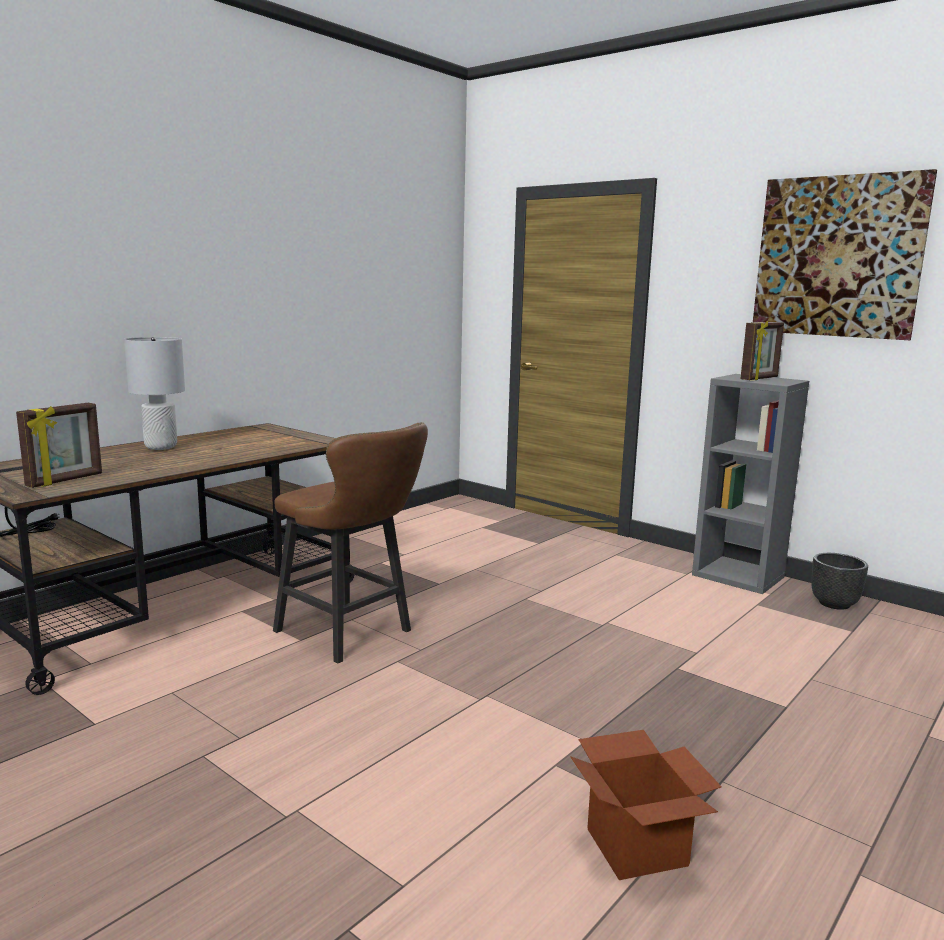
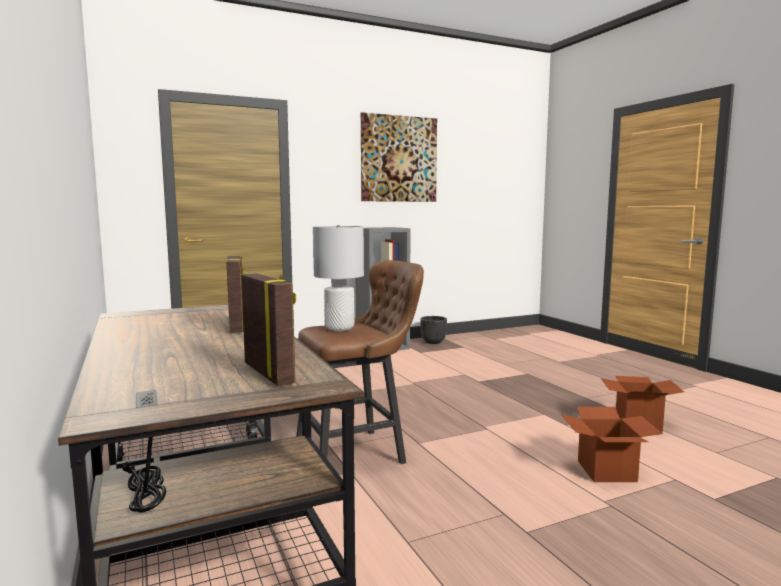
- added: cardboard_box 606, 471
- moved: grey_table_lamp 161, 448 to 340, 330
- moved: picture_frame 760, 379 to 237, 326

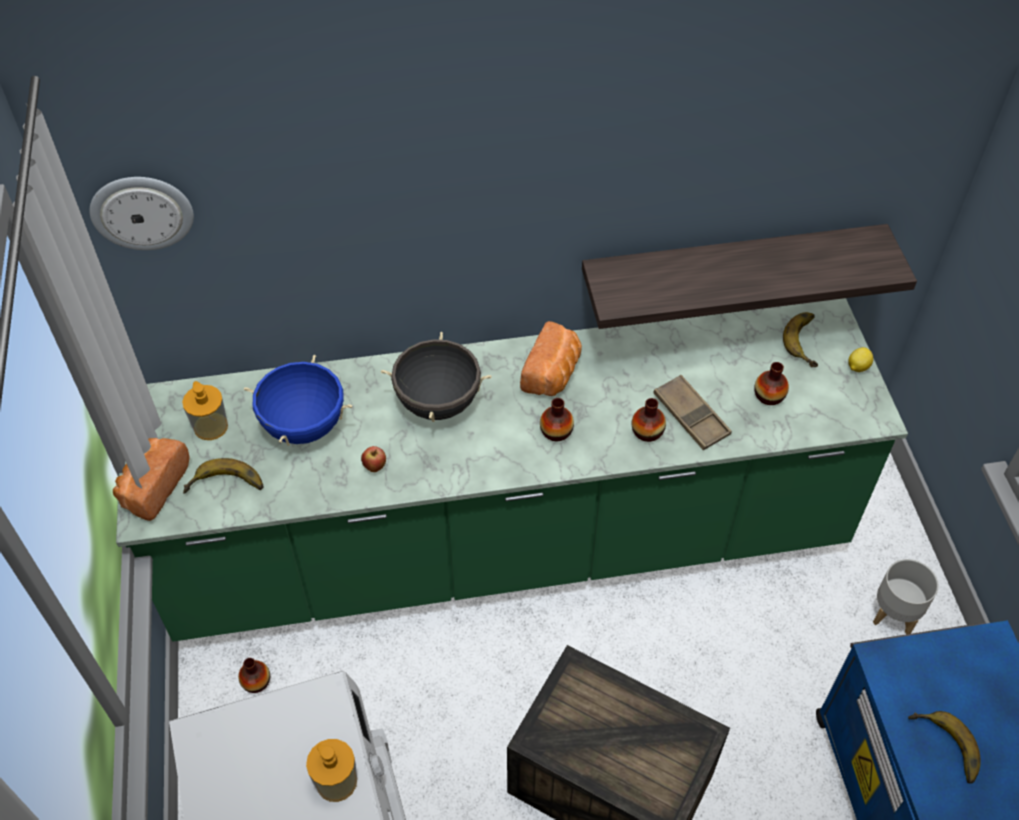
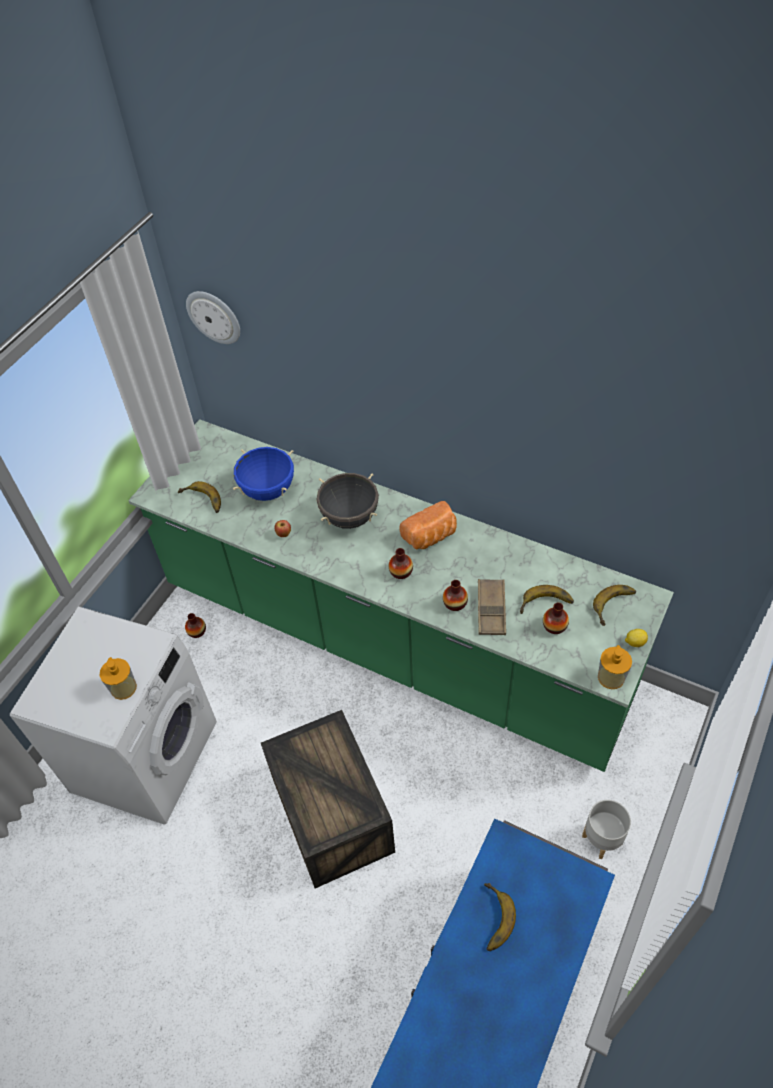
- removed: bread 152, 487
- removed: shelf 731, 265
- added: banana 546, 605
- moved: soap_dispenser 211, 426 to 611, 677

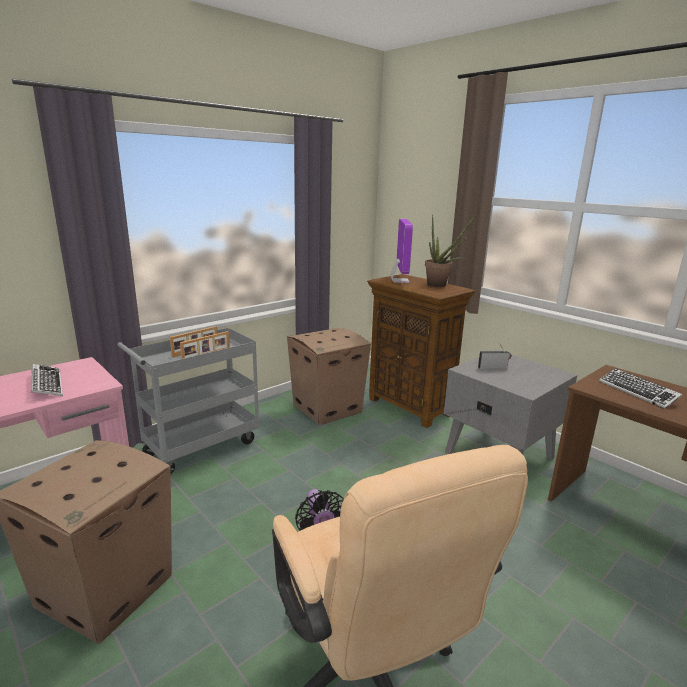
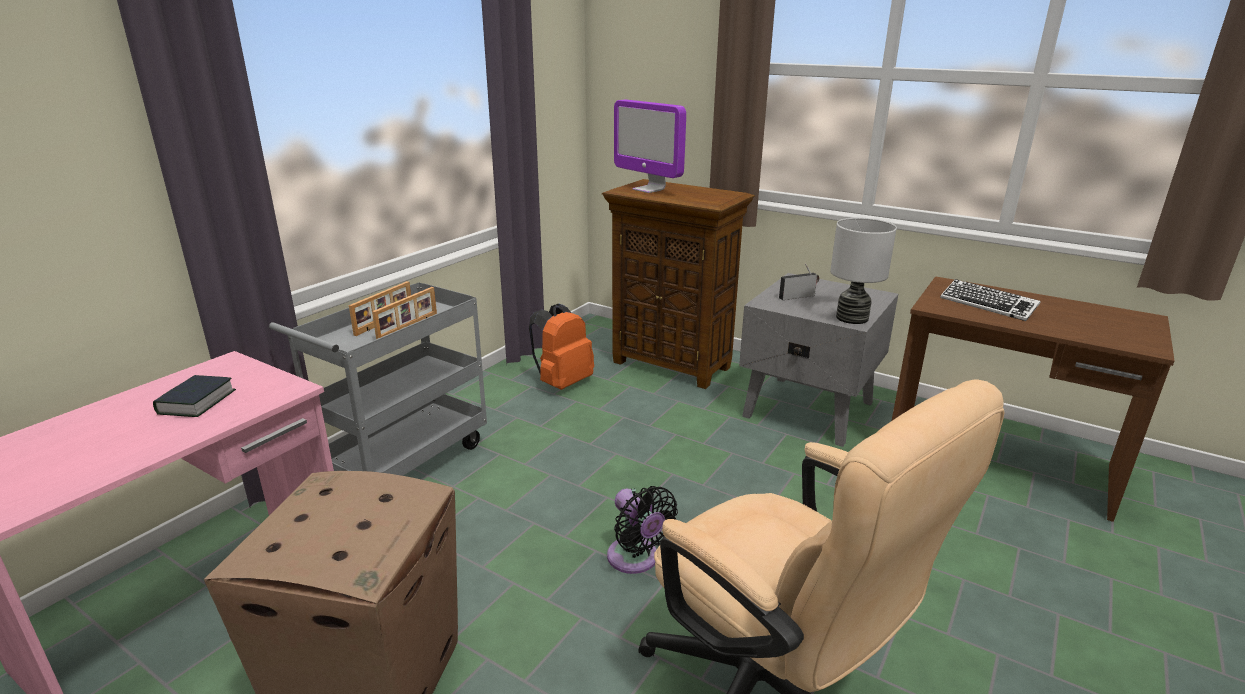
- removed: potted_plant 440, 285
- added: grey_table_lamp 851, 318
- replaced: keyboard 47, 384 to book 196, 402
- replaced: cardboard_box 328, 408 to orange_backpack 562, 383
- turned: monitor 399, 281 = 648, 189 150 degrees clockwise

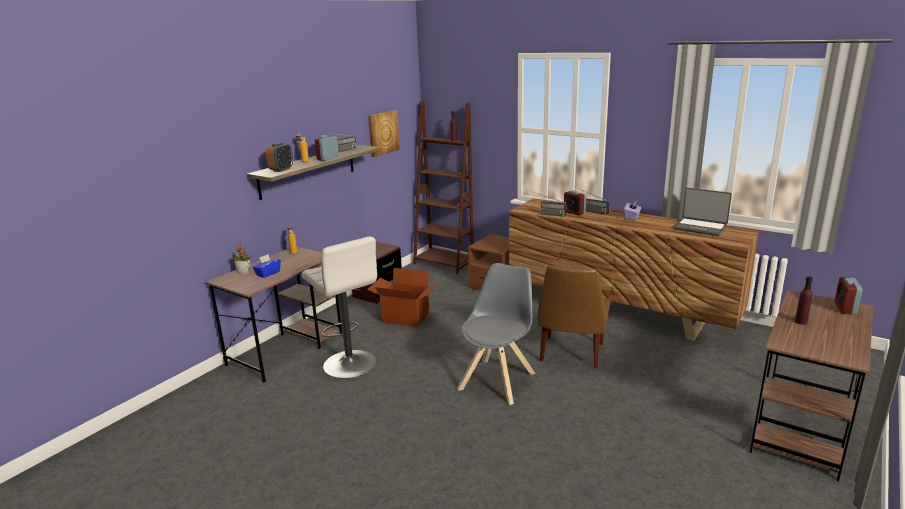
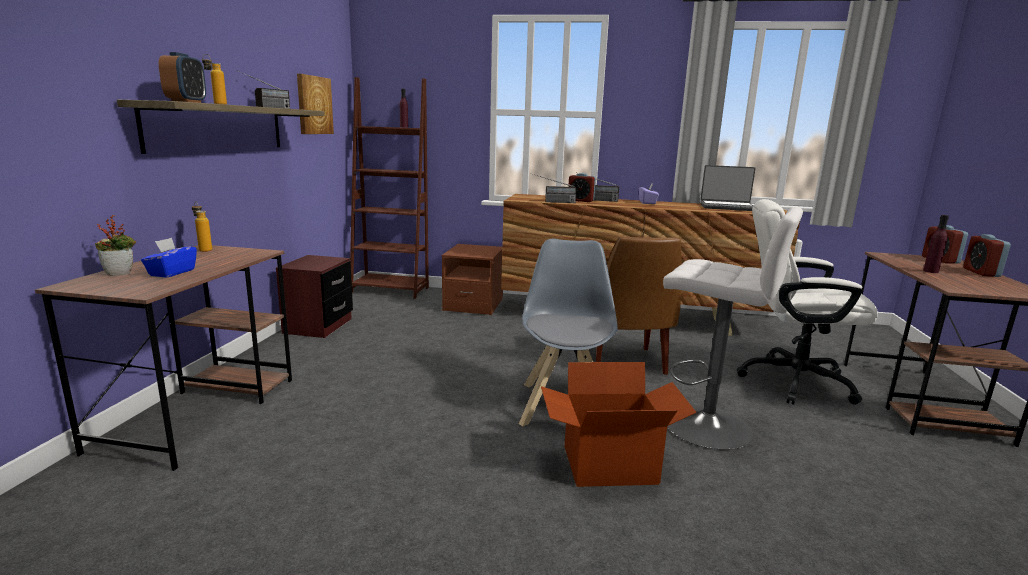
- added: white_office_chair 789, 382
- moved: white_stool 349, 364 to 708, 427
- moved: alarm_clock 328, 159 to 981, 272
- moved: cardboard_box 405, 318 to 610, 466

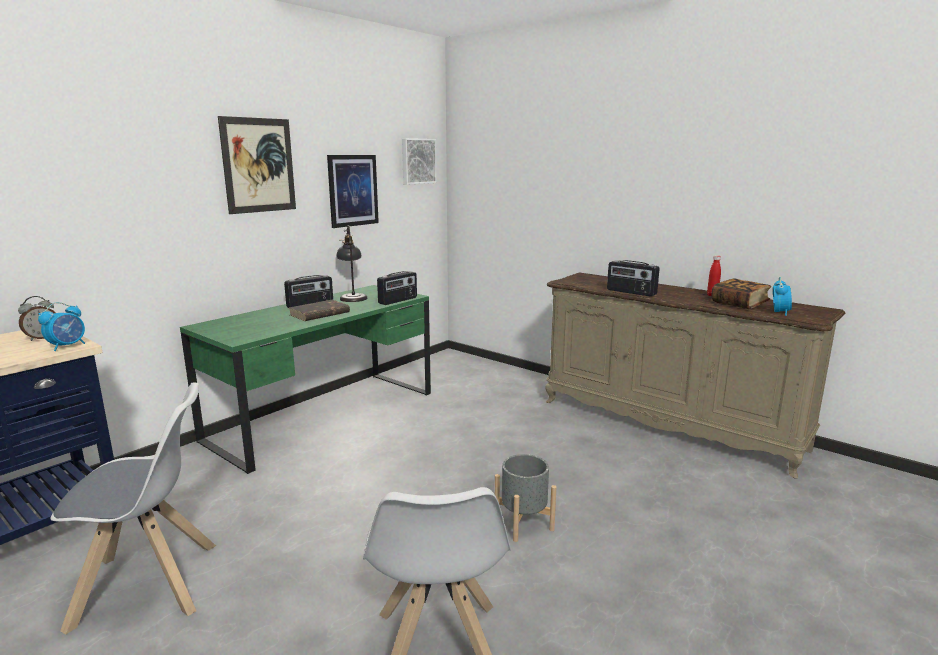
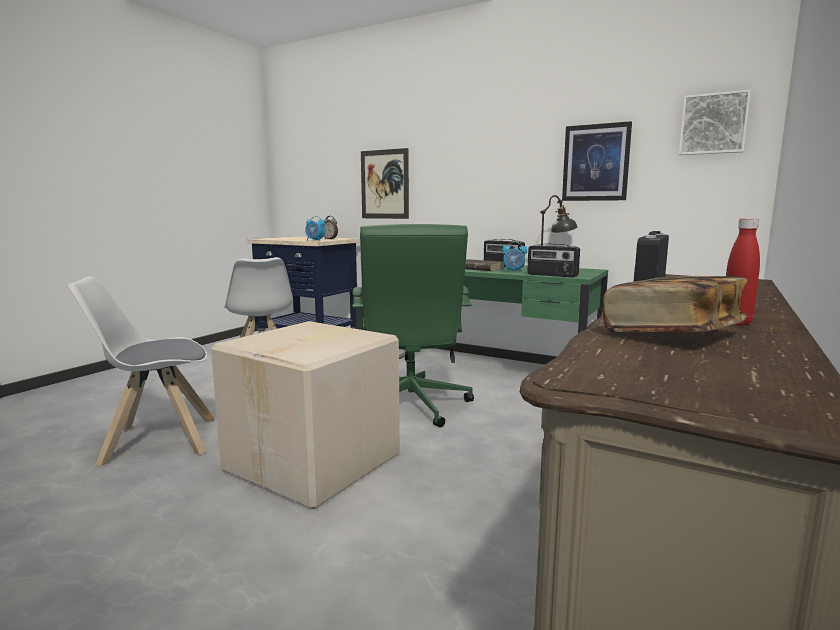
- added: green_office_chair 411, 404
- moved: picture 259, 165 to 384, 184
- moved: alarm_clock 779, 312 to 513, 271
- replaced: grey_planter 523, 523 to cardboard_box 316, 462

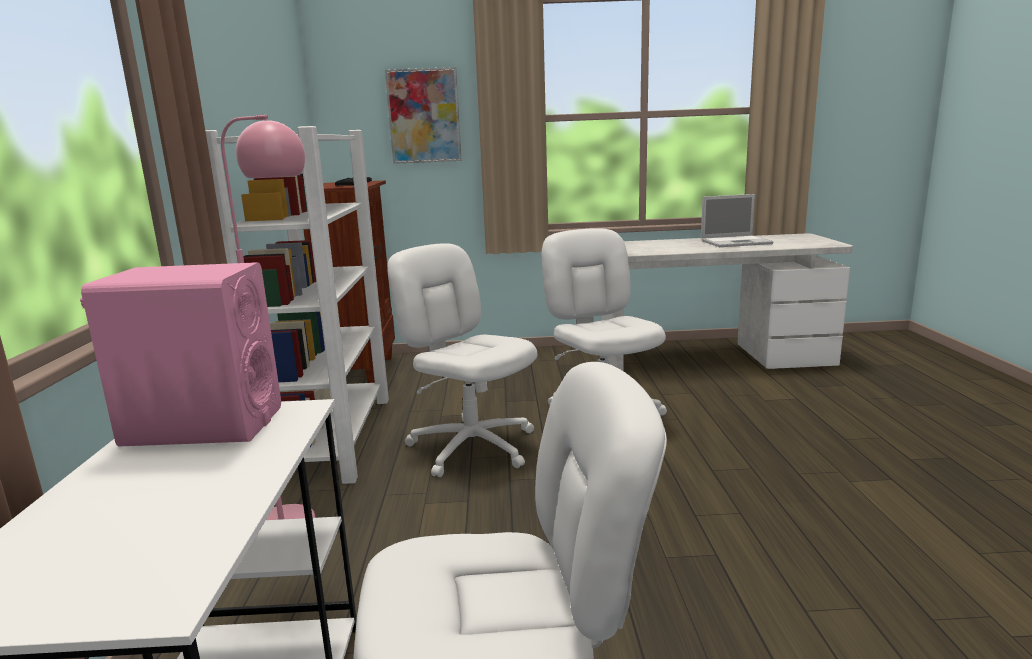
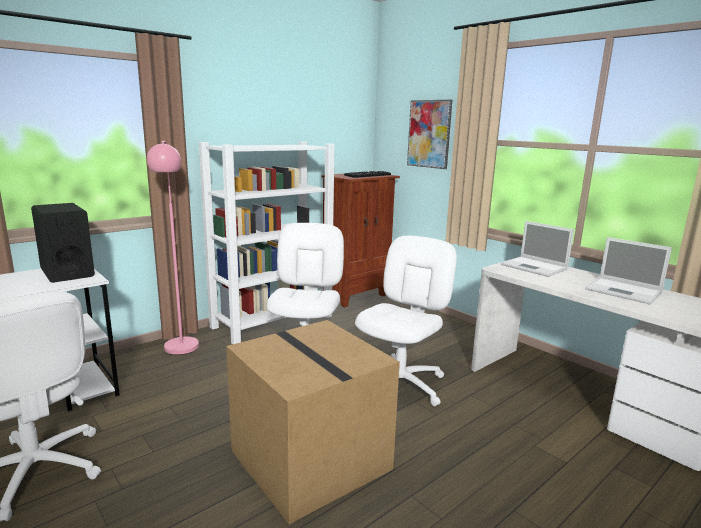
- added: cardboard_box 307, 459
- added: laptop 535, 267
- recoloured: pink_speaker 203, 426 to black_speaker 67, 273

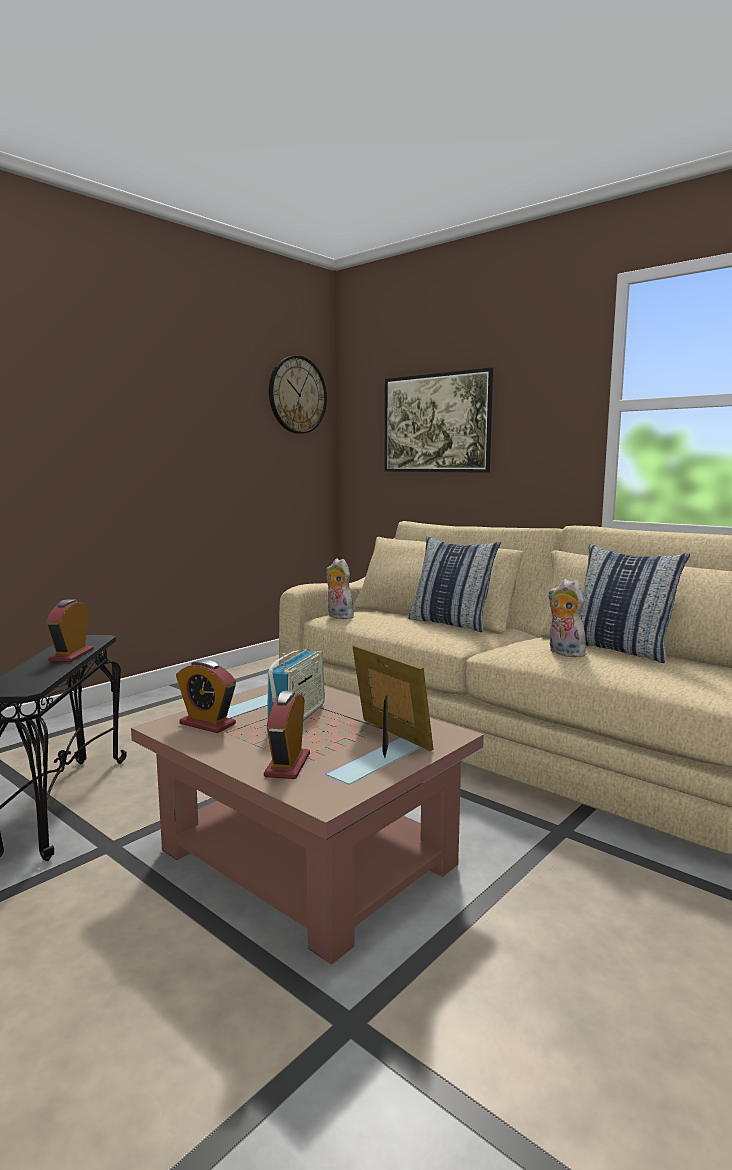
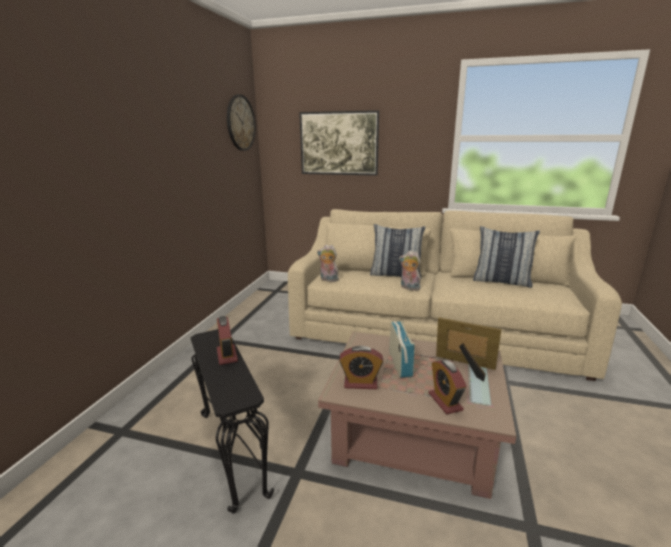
- moved: plush_toy 563, 653 to 409, 288

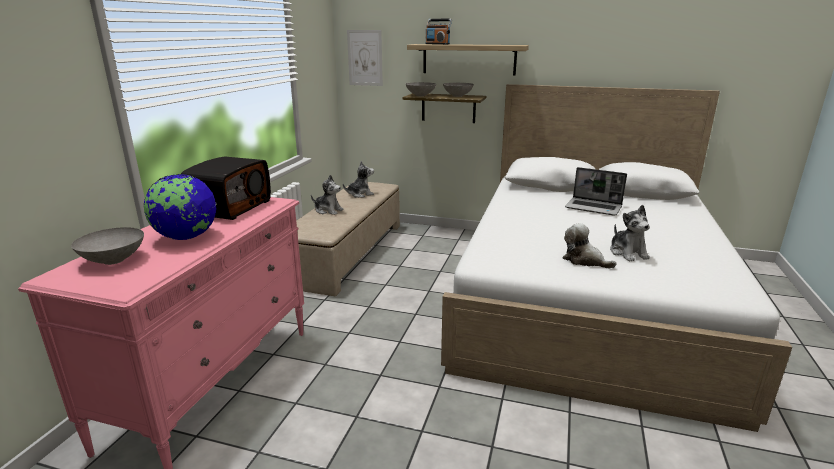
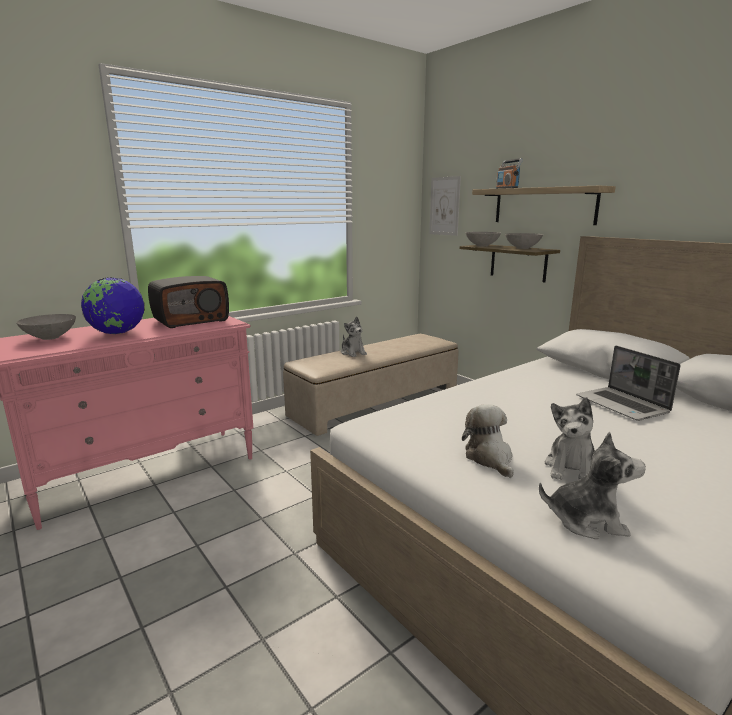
- moved: plush_toy 360, 194 to 586, 520

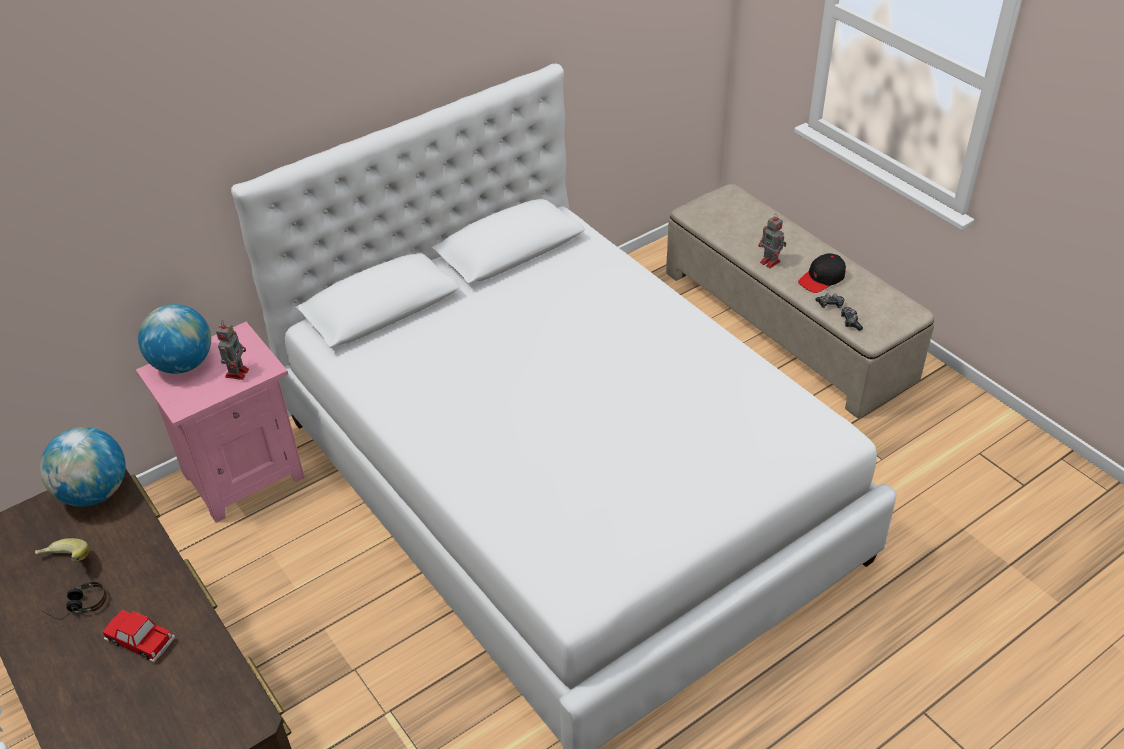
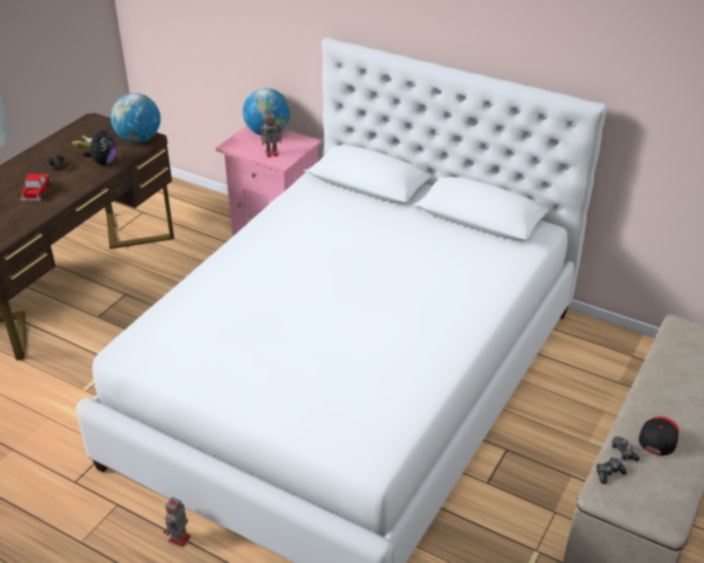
- added: plush_toy 104, 162
- moved: toy_robot 771, 262 to 179, 539
- turned: black_cap 822, 279 = 658, 437 90 degrees clockwise

